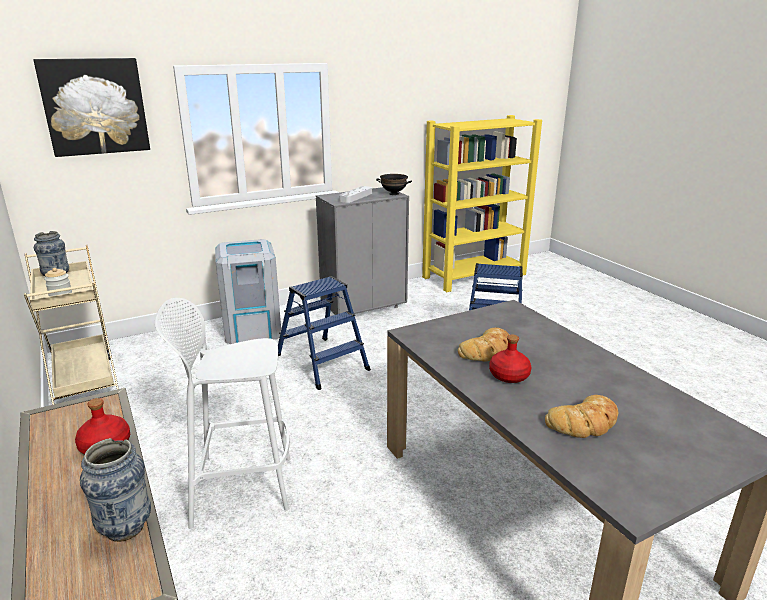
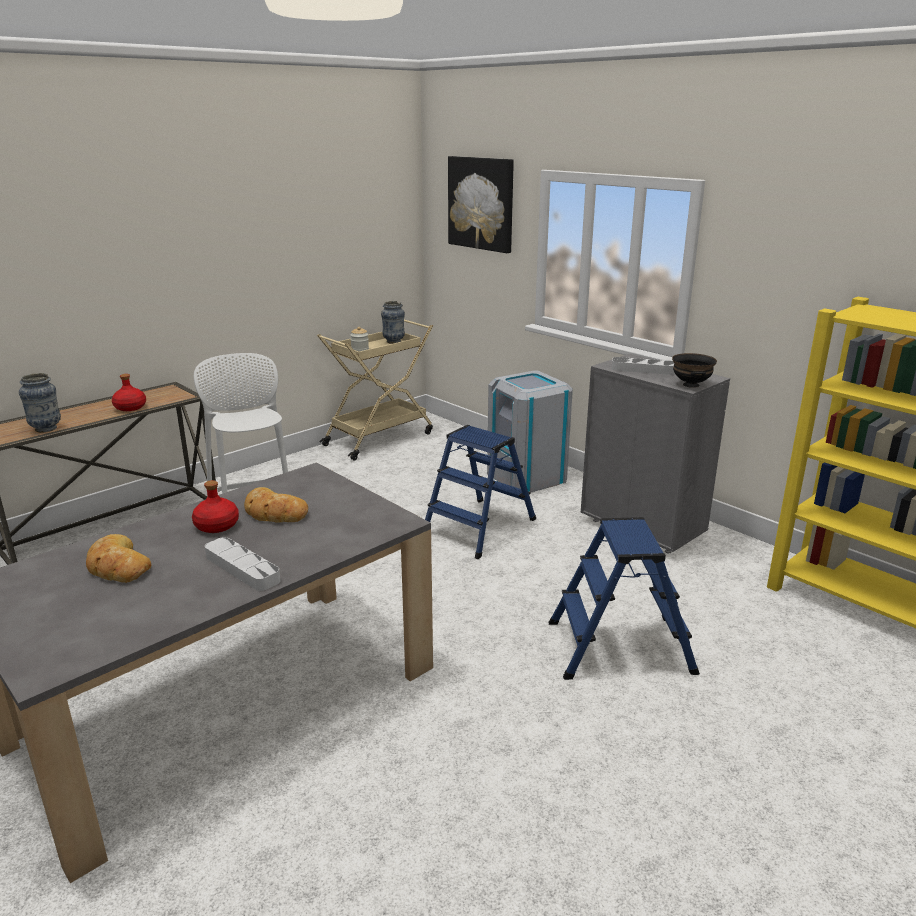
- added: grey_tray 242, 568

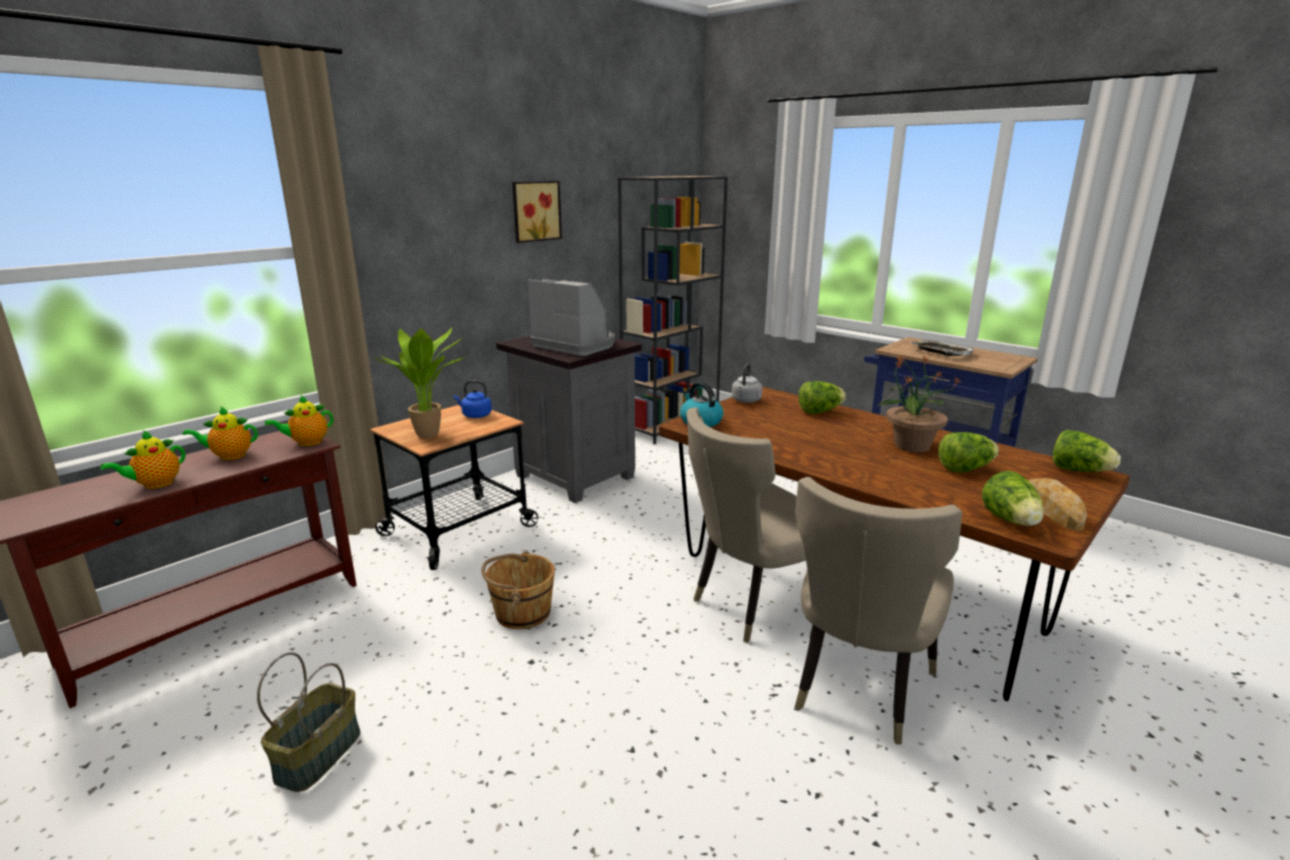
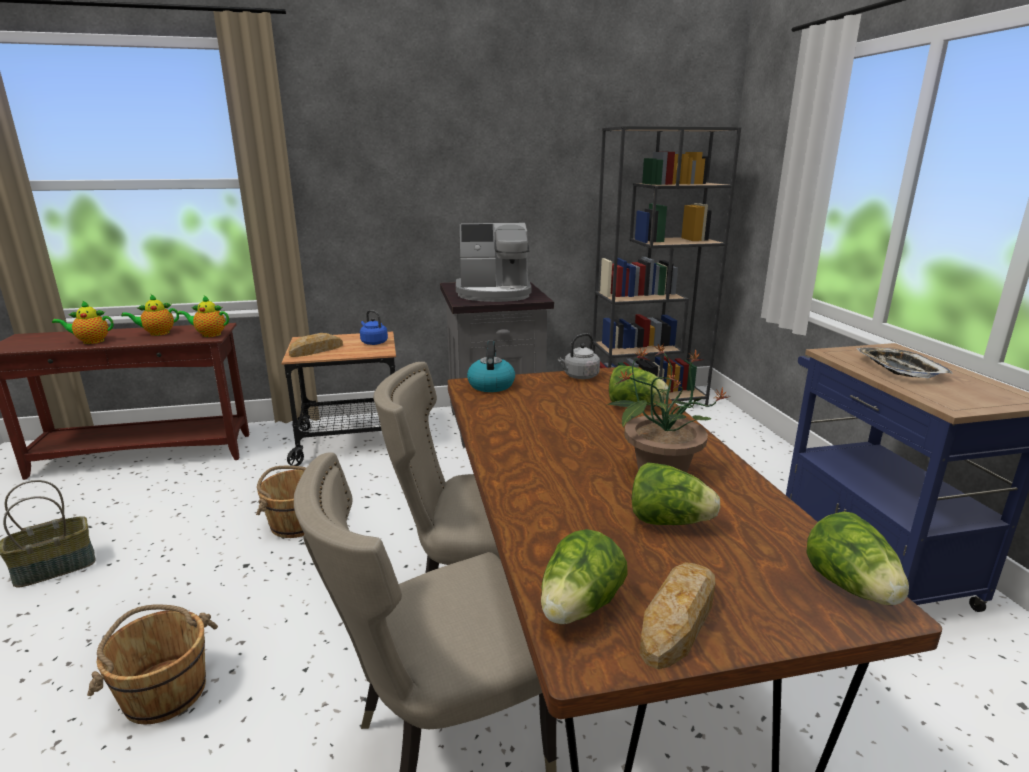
- removed: picture 535, 211
- added: brown_bucket 164, 692
- replaced: potted_plant 432, 435 to bread 316, 350
- turned: teapot 229, 456 = 157, 333 45 degrees counterclockwise
- turned: coffee_machine 576, 345 = 494, 294 105 degrees clockwise

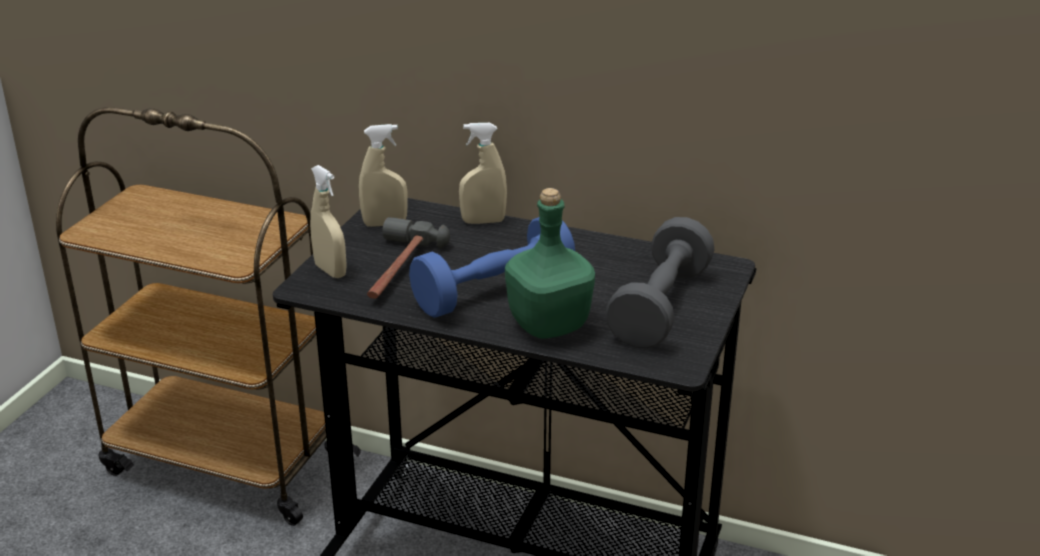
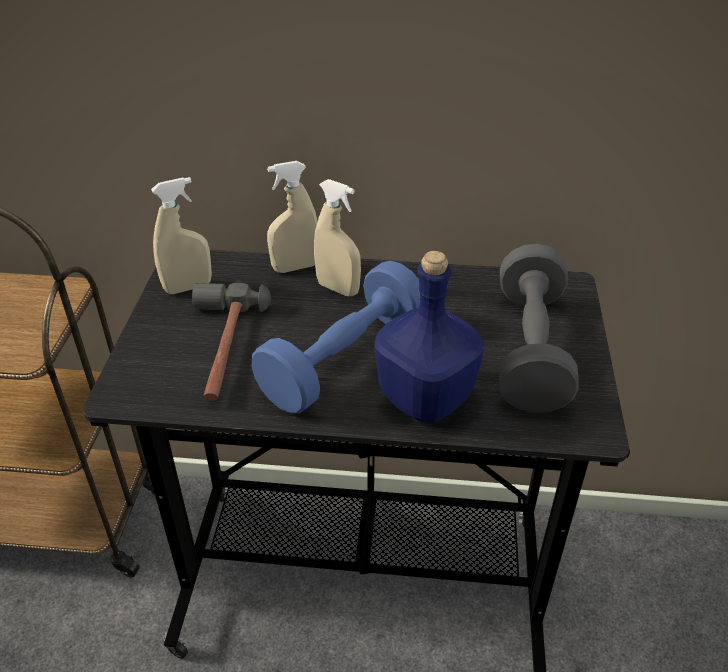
- moved: beige_spray_bottle 330, 271 to 338, 288
- recoloured: green_bottle 547, 324 to blue_bottle 423, 397

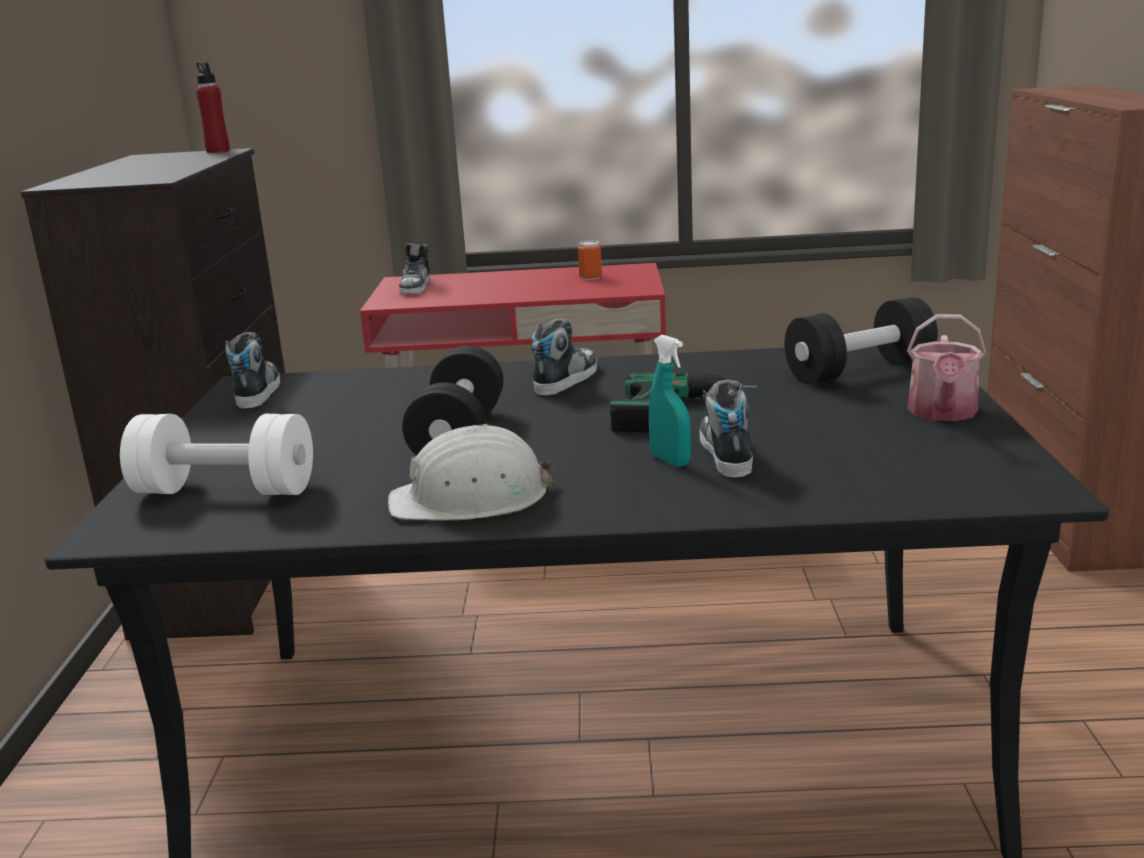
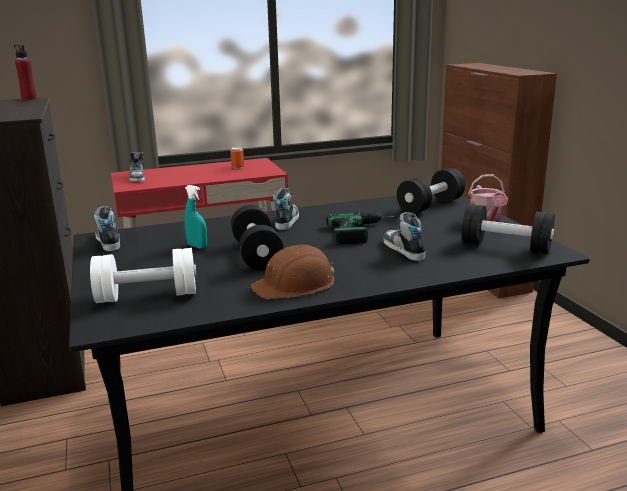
- added: black_dumbbell 505, 247
- moved: turquoise_spray_bottle 670, 461 to 197, 246
- recoloured: white_hard_hat 471, 499 to brown_hard_hat 295, 285

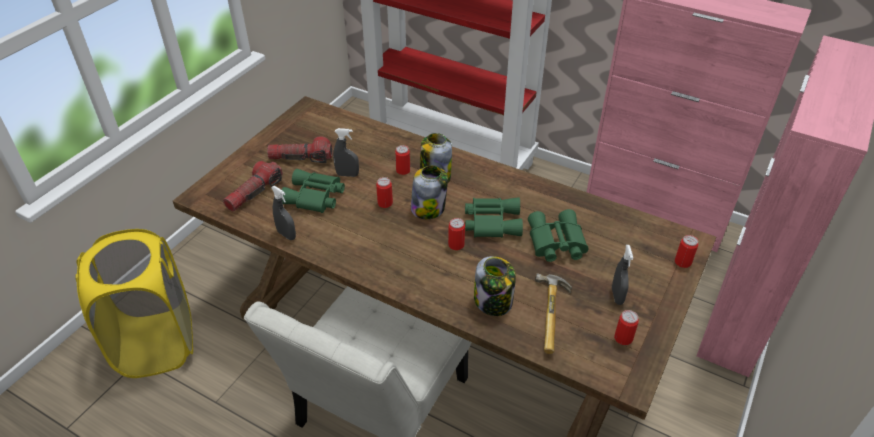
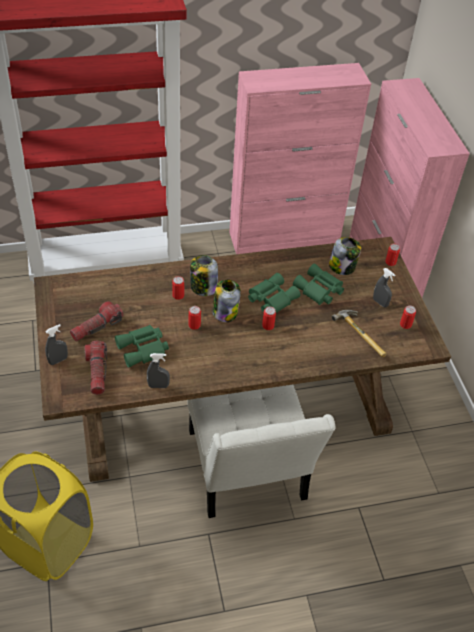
- moved: grey_spray_bottle 347, 174 to 58, 360
- moved: jar 493, 301 to 342, 267

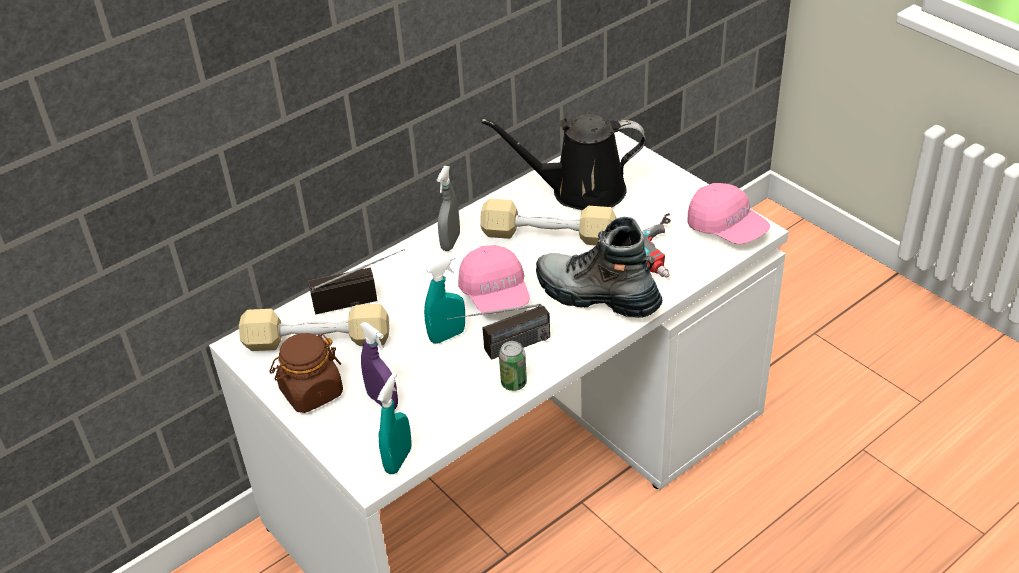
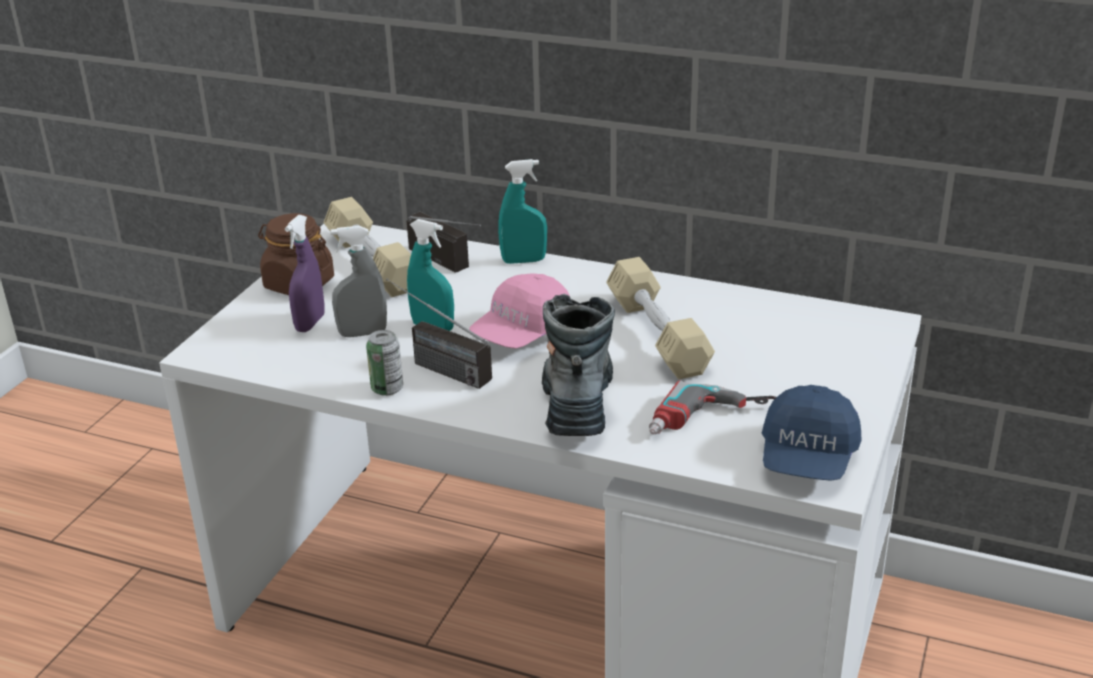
- removed: black_watering_can 580, 191
- moved: turquoise_spray_bottle 398, 460 to 524, 261
- moved: grey_spray_bottle 450, 242 to 363, 333
- recoloured: pink_cap 727, 228 to blue_cap 807, 458

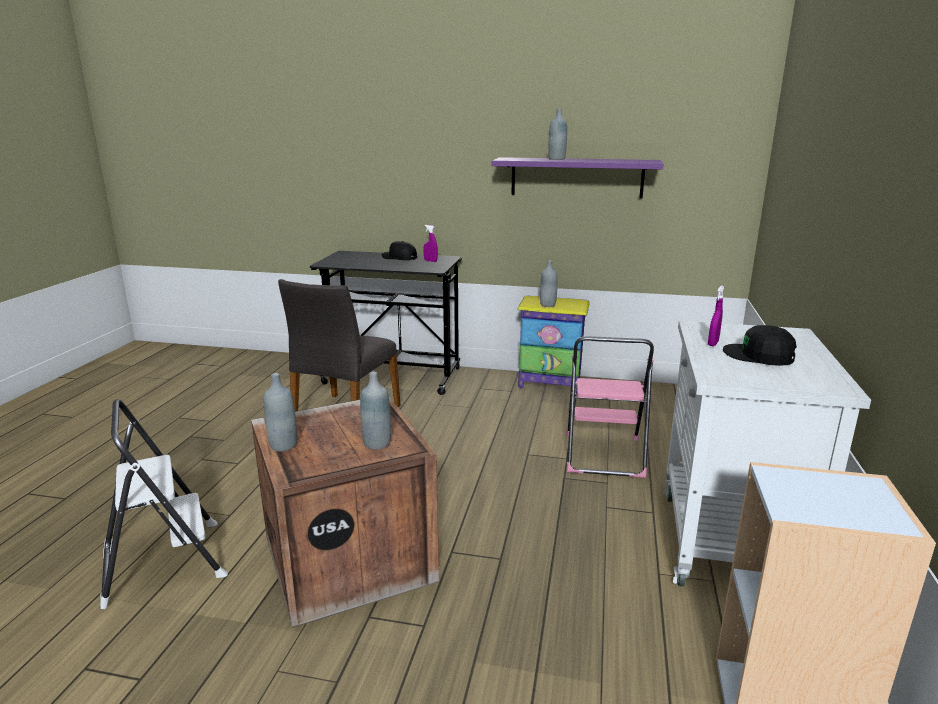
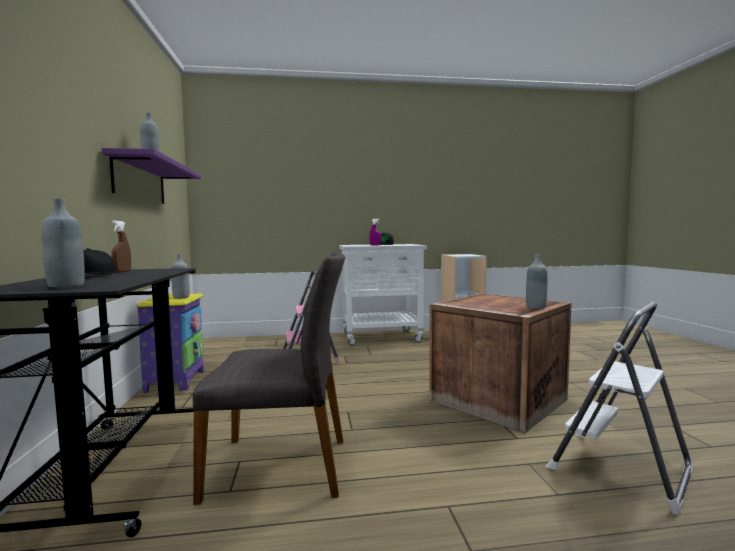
- moved: grey_bottle 377, 443 to 66, 285
- recoloured: purple_spray_bottle 430, 261 to brown_spray_bottle 122, 271

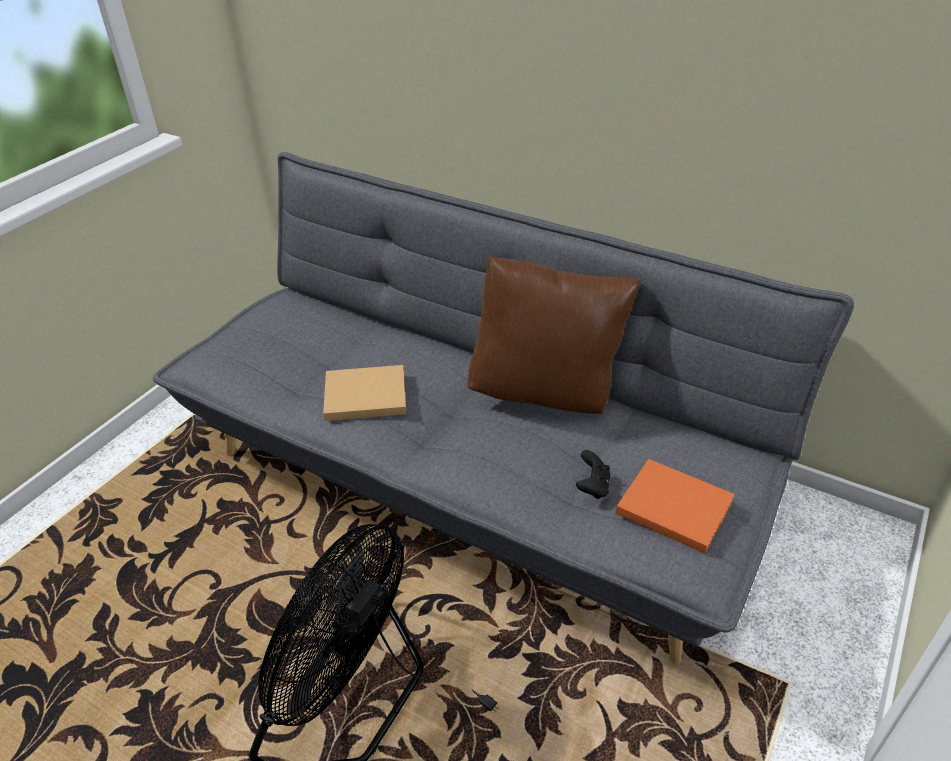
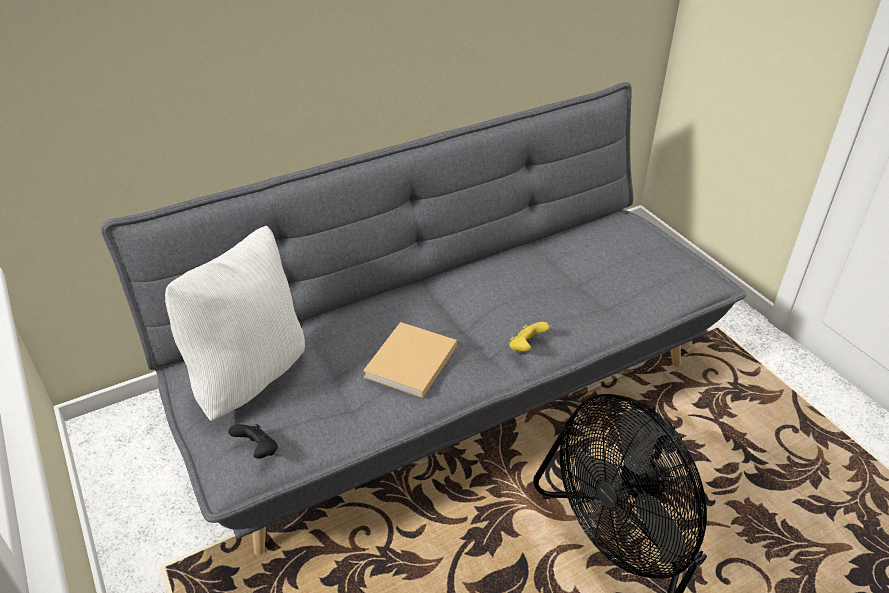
- removed: brown_pillow 546, 394
- removed: orange_book 671, 506
- added: white_pillow 250, 376
- added: yellow_game_controller 526, 347
- moved: black_game_controller 592, 487 to 258, 451

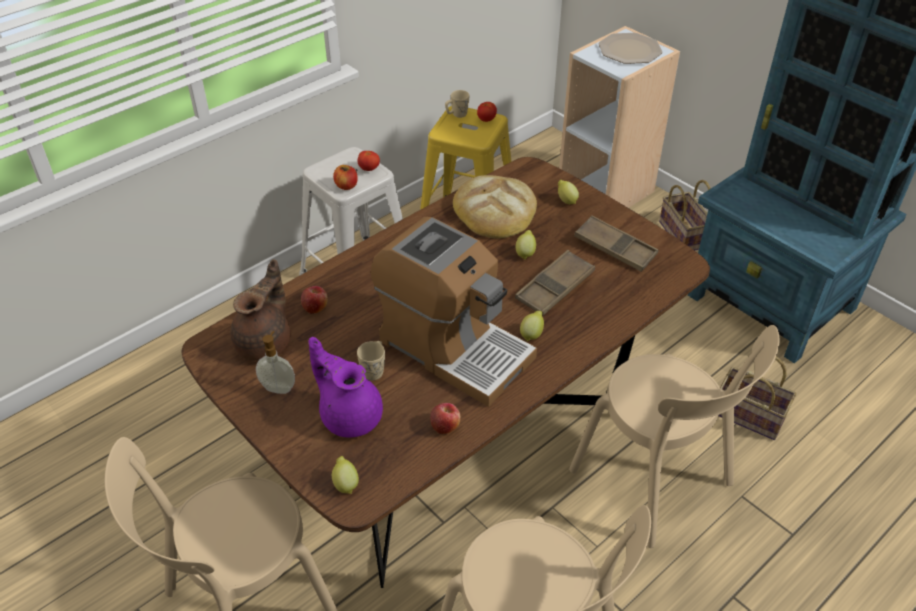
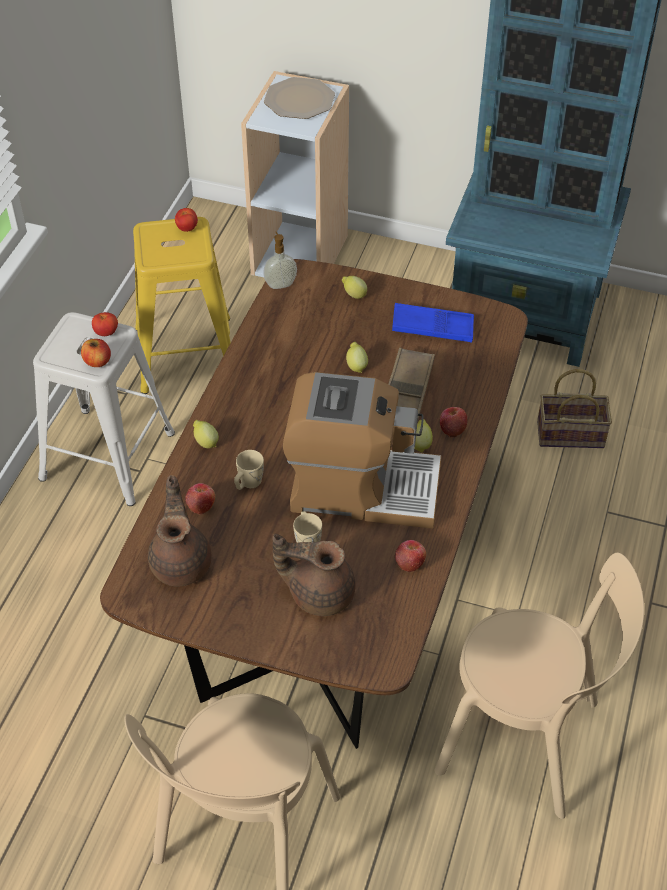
- removed: bread 495, 210
- removed: beige_chair 656, 482
- removed: basket 684, 235
- added: apple 452, 429
- moved: soap_dispenser 278, 387 to 280, 284
- moved: lemon 345, 484 to 205, 442
- moved: beige_mug 456, 114 to 248, 484
- recoloured: purple_teapot 350, 415 to brown_teapot 319, 593
- recoloured: brown_tray 615, 248 to blue_tray 432, 328

